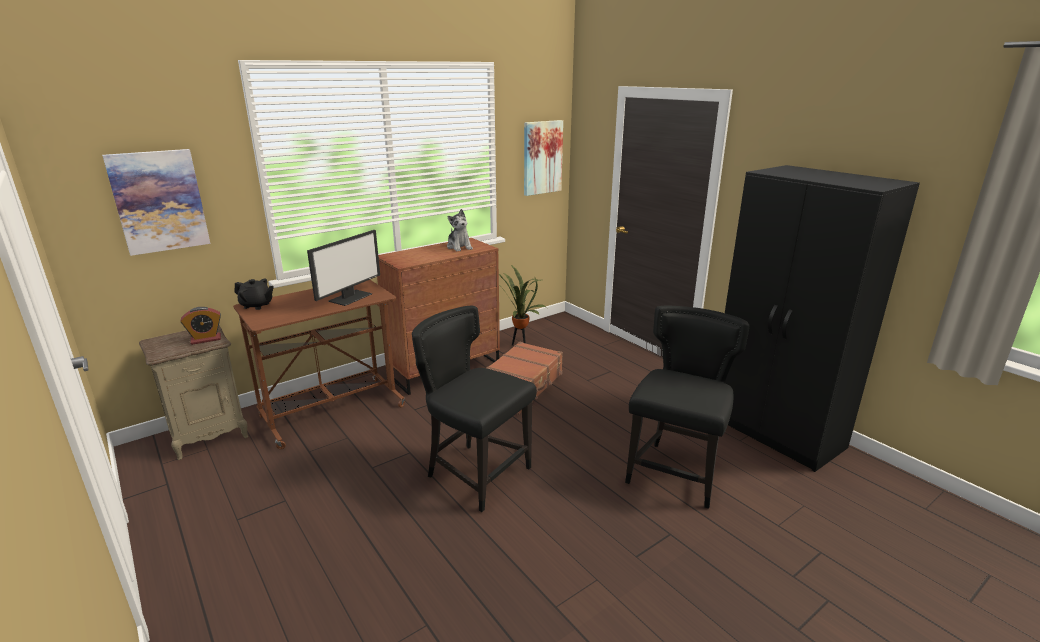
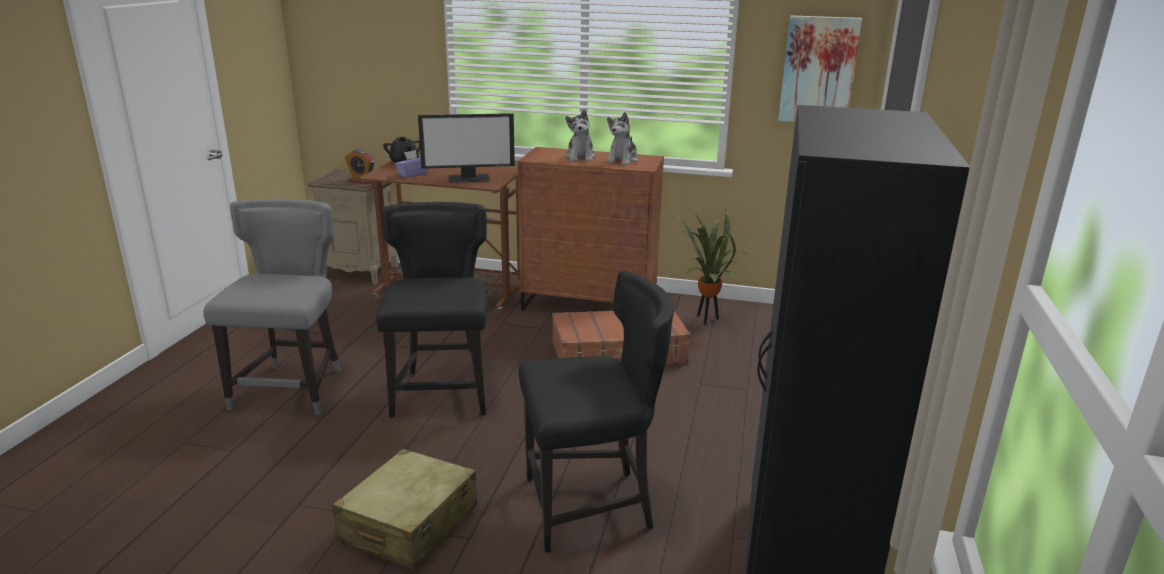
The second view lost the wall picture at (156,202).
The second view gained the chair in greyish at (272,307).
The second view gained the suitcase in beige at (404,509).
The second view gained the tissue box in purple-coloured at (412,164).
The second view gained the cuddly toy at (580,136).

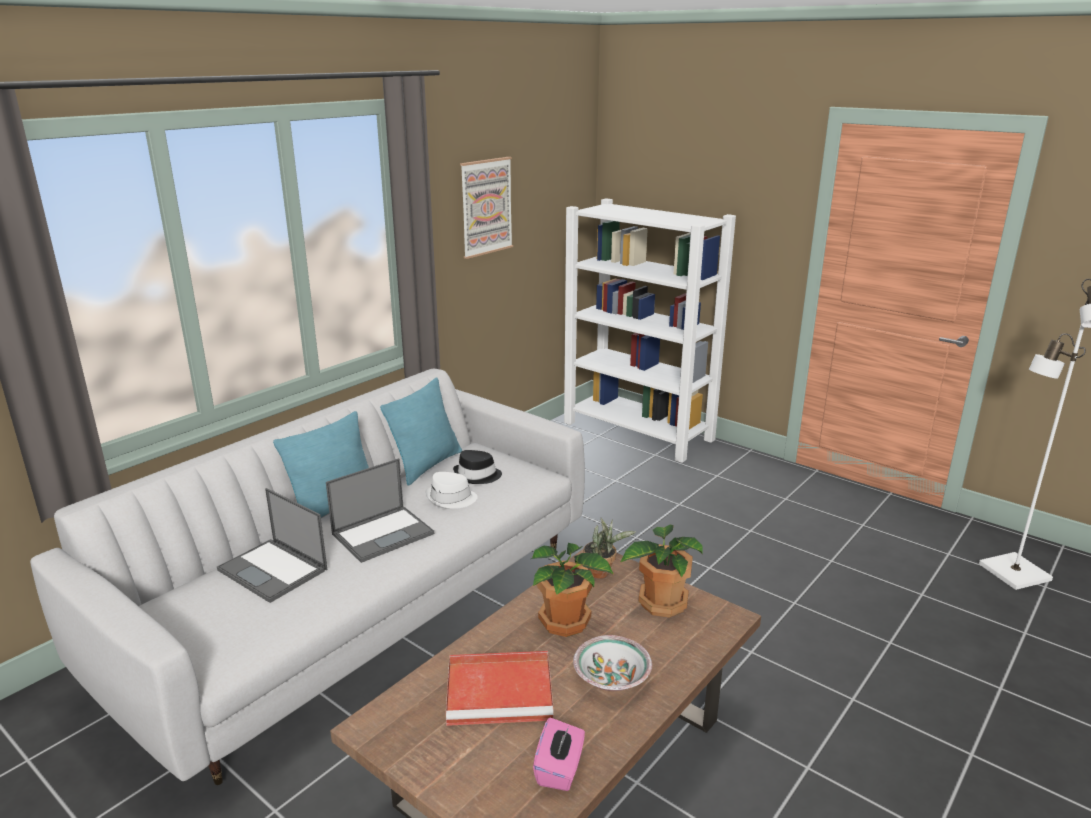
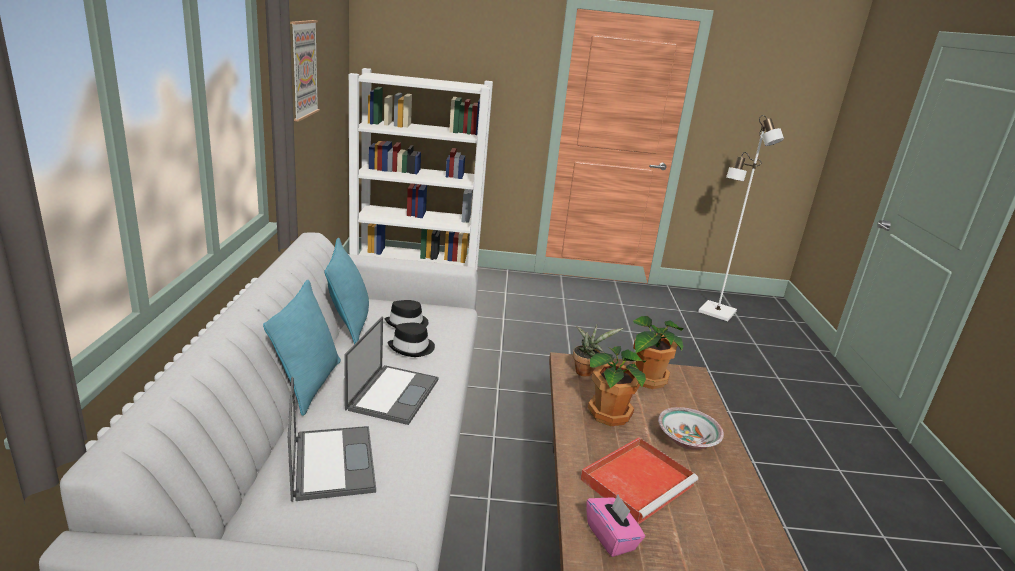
The laptop at (272,545) ended up facing another way, 105 degrees counterclockwise from before.
What was the wearable hat in white-coloured at (452,490) turned into the wearable hat in black-coloured at (411,340).
The tissue box in pink ended up elsewhere, having gone from (559,754) to (615,525).

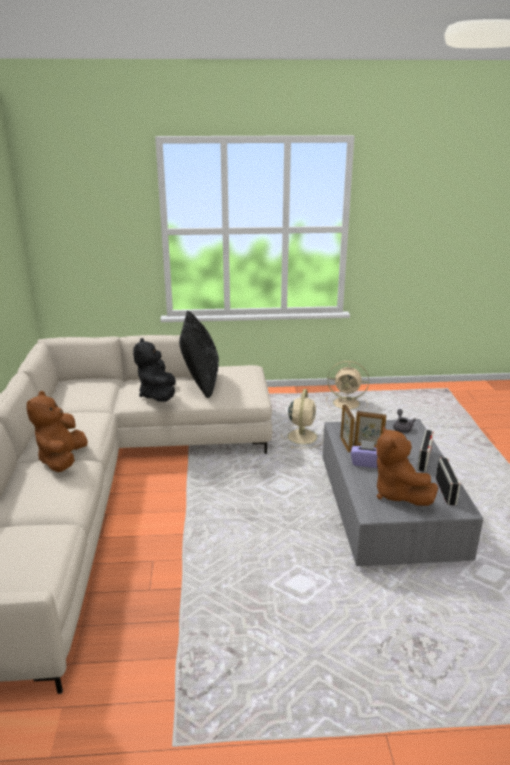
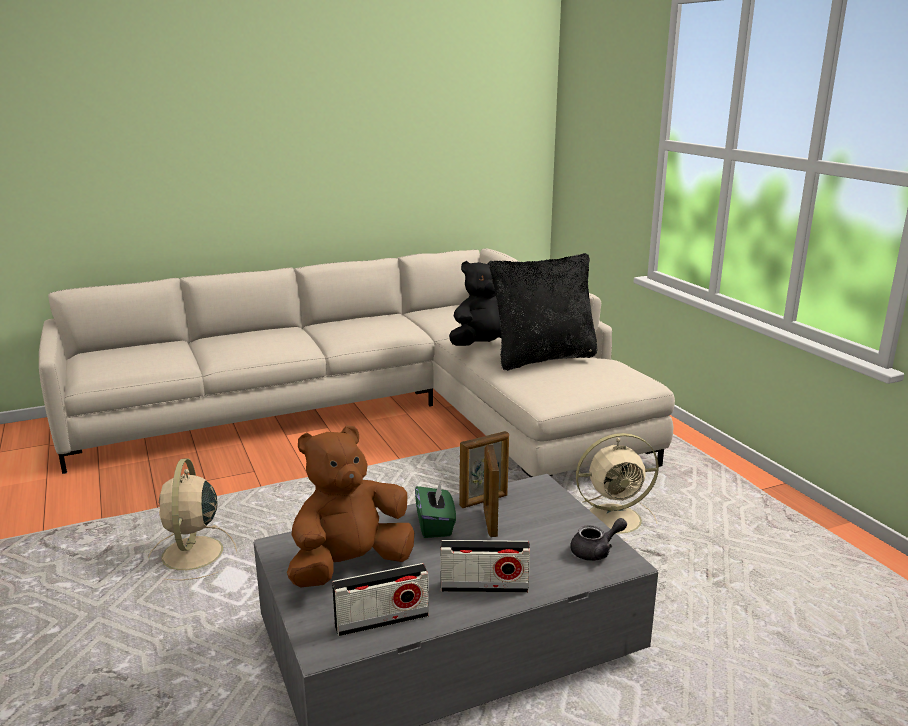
The second view lost the cuddly toy in brownish at (57,431).
The electric fan in beige ended up elsewhere, having gone from (347,386) to (192,519).
What was the tissue box in purple-coloured at (364,454) turned into the tissue box in green at (435,509).

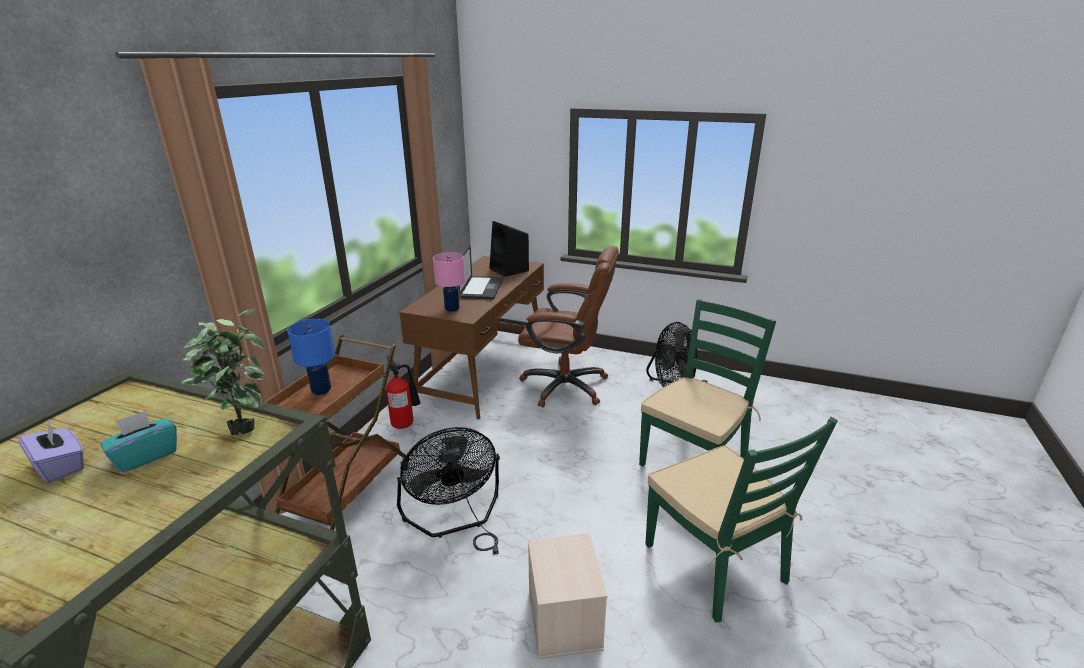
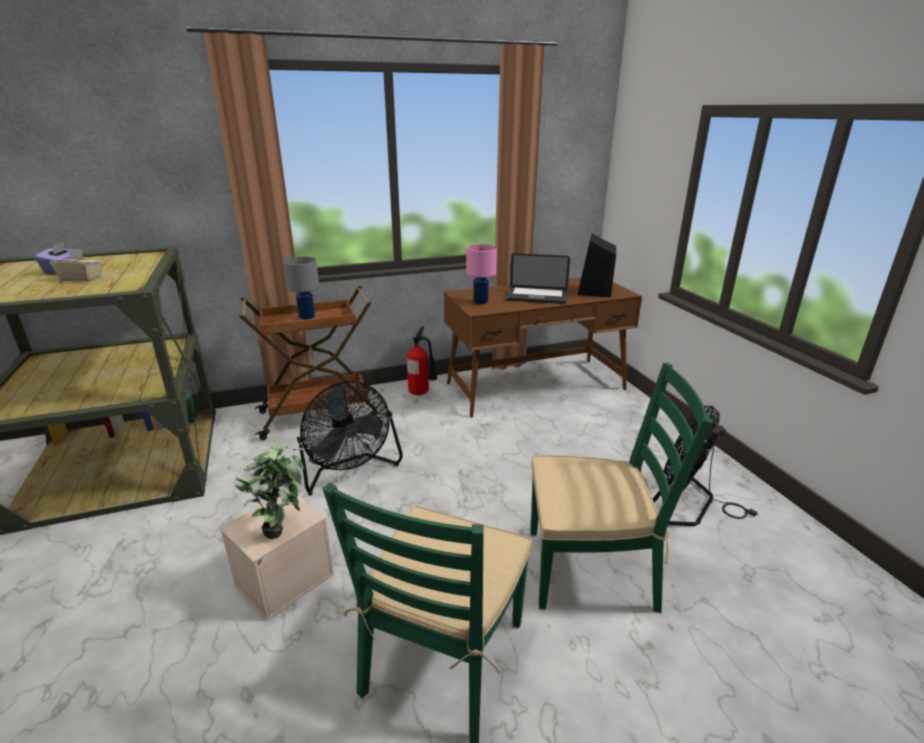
What was the tissue box in blue-green at (138,442) turned into the tissue box in beige at (76,265).
The potted plant ended up elsewhere, having gone from (223,371) to (269,490).
What was the table lamp in blue at (311,357) turned into the table lamp in greyish at (301,288).
The electric fan in black-coloured at (448,490) ended up facing another way, 120 degrees clockwise from before.
The laptop at (481,272) ended up facing another way, 45 degrees clockwise from before.
The second view lost the office chair in brownish at (568,327).

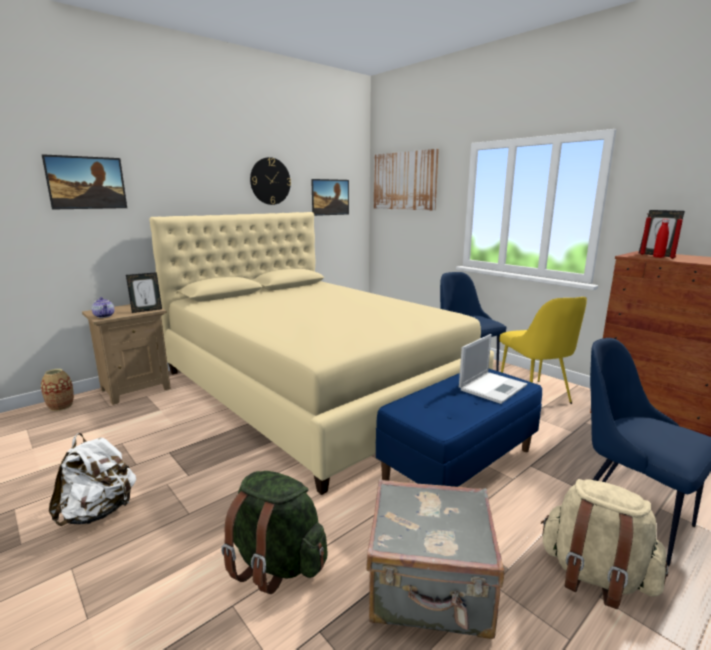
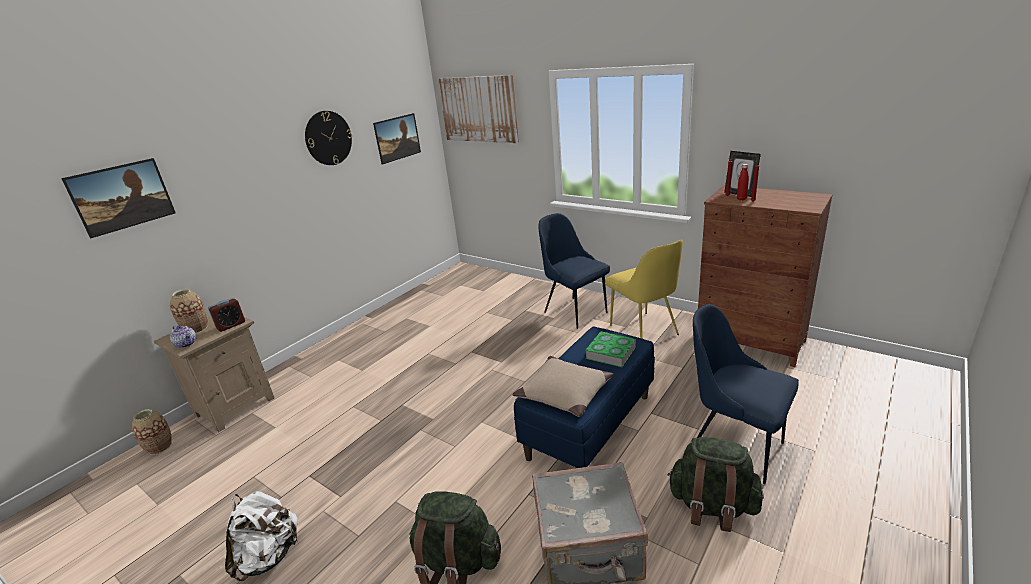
Where the standing frame stood at (144,292), the alarm clock came to stand at (226,315).
The second view lost the bedroom bed in beige at (321,353).
Where the laptop stood at (493,369), the volume came to stand at (611,349).
What was the knapsack in beige at (604,544) turned into the knapsack in green at (715,484).
The second view gained the flower vase at (189,311).
The second view gained the cushion in beige at (563,386).

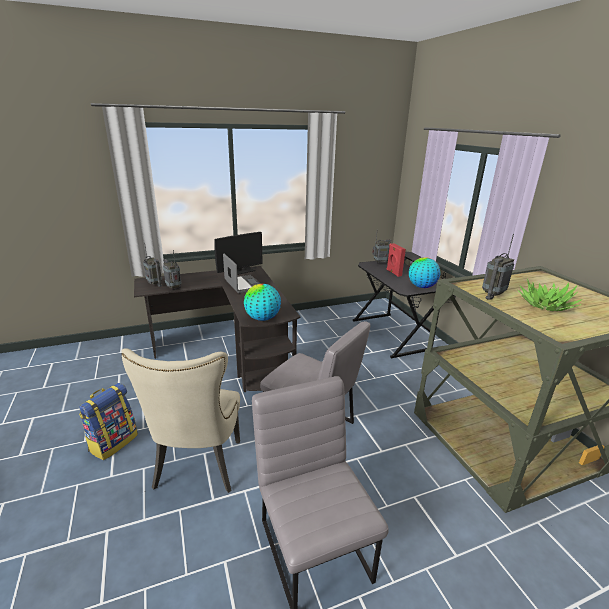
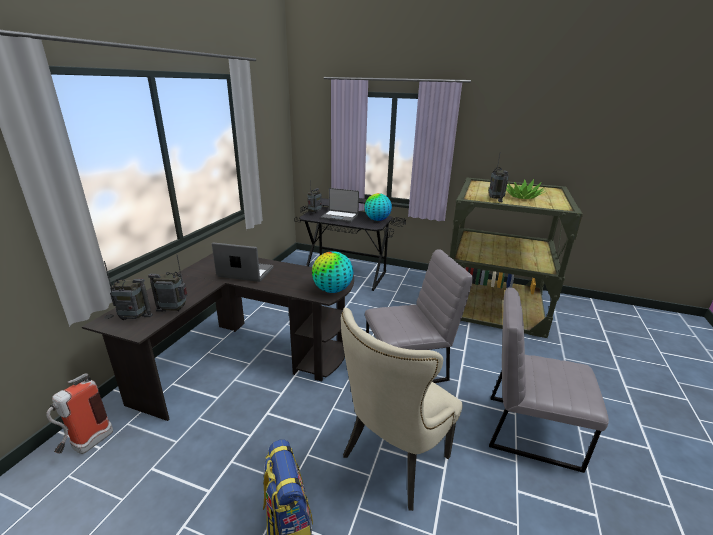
The chair in beige at (180,420) ended up facing another way, 90 degrees clockwise from before.
The second view lost the computer screen at (239,253).
Where the loudspeaker in reddish stood at (396,260), the laptop came to stand at (340,205).
The second view gained the extinguisher at (79,413).

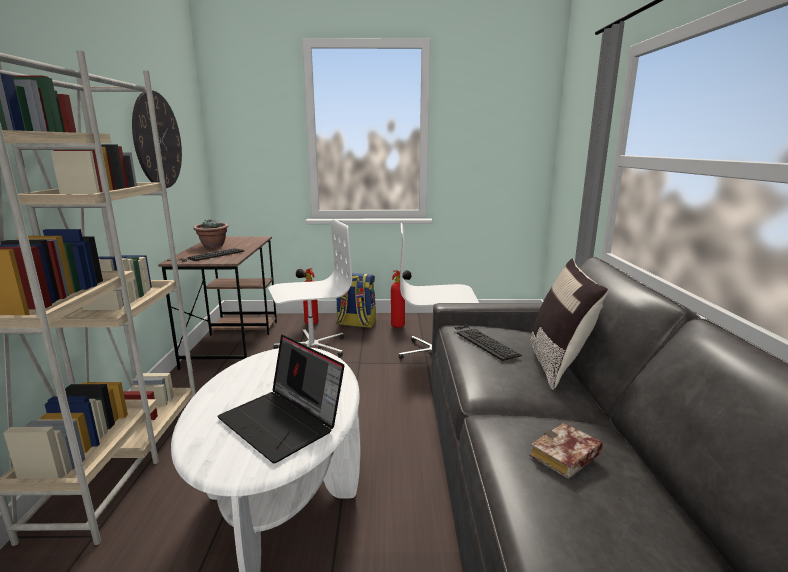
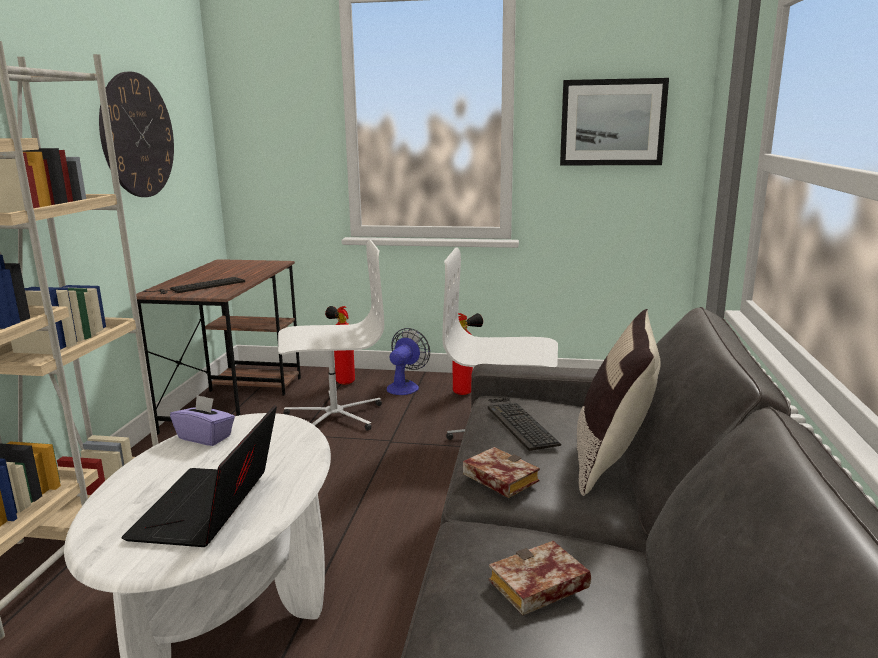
The second view lost the potted plant at (211,234).
The laptop at (280,399) ended up facing another way, 45 degrees clockwise from before.
Where the knapsack stood at (356,300), the electric fan came to stand at (408,361).
The second view gained the tissue box in purple-coloured at (202,420).
The second view gained the volume at (501,472).
The second view gained the wall picture at (614,121).

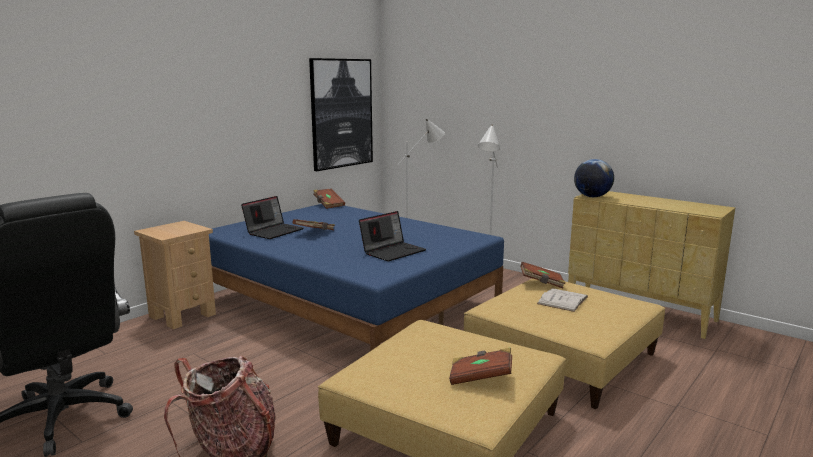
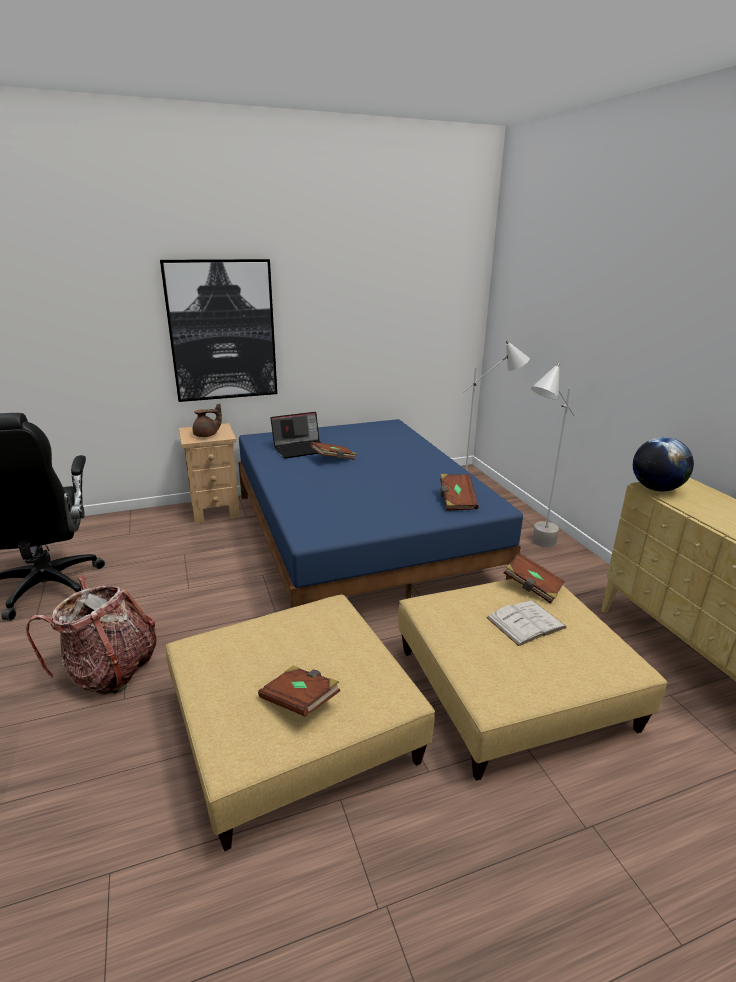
The wall picture ended up elsewhere, having gone from (341,114) to (218,330).
The volume in brownish ended up elsewhere, having gone from (329,198) to (459,492).
The second view lost the laptop at (392,236).
The second view gained the tea pot in brownish at (207,420).

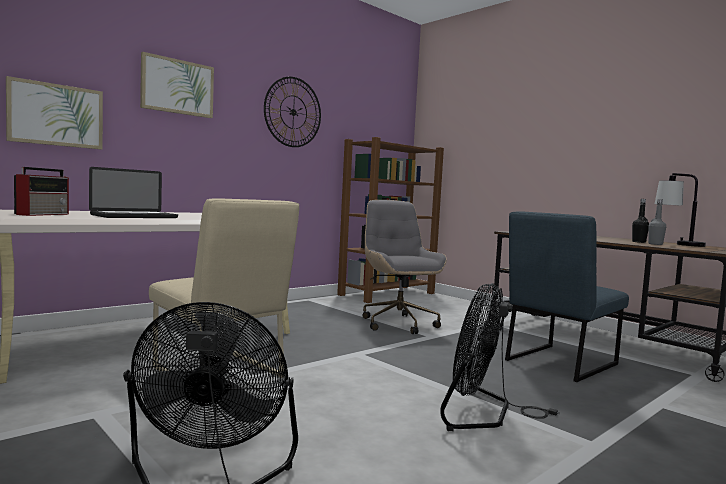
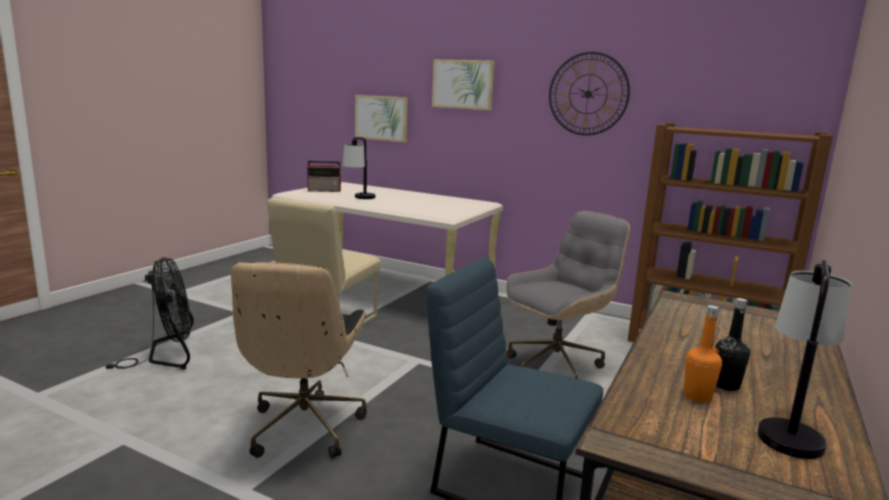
Where the laptop stood at (133,192), the table lamp came to stand at (359,168).
Where the electric fan in black-coloured stood at (500,357), the office chair in black-coloured came to stand at (299,360).
What was the beverage bottle in greyish at (657,222) turned into the beverage bottle in orange at (703,353).

